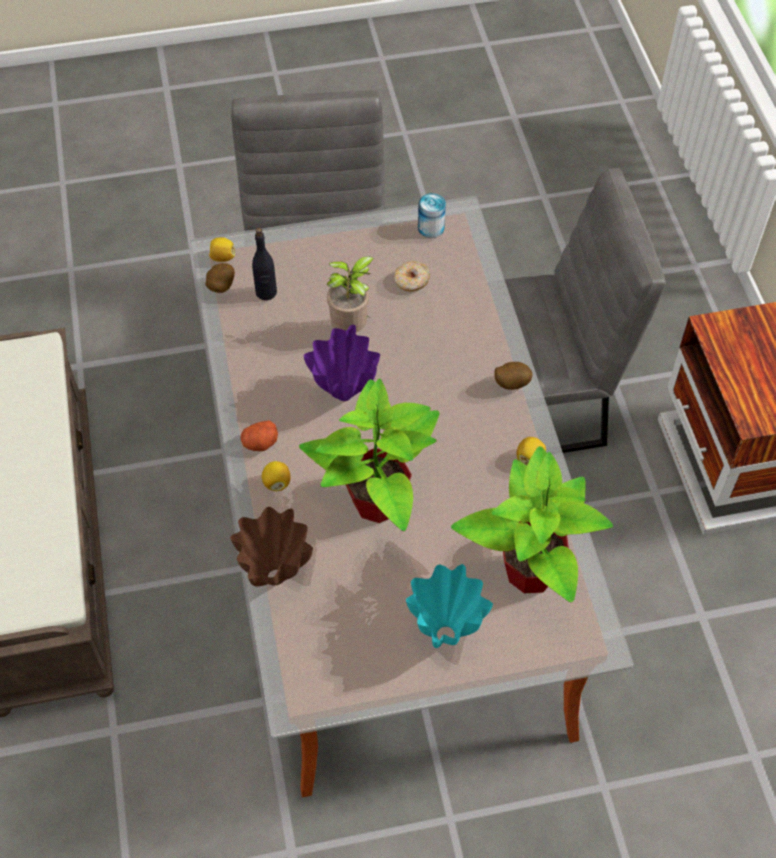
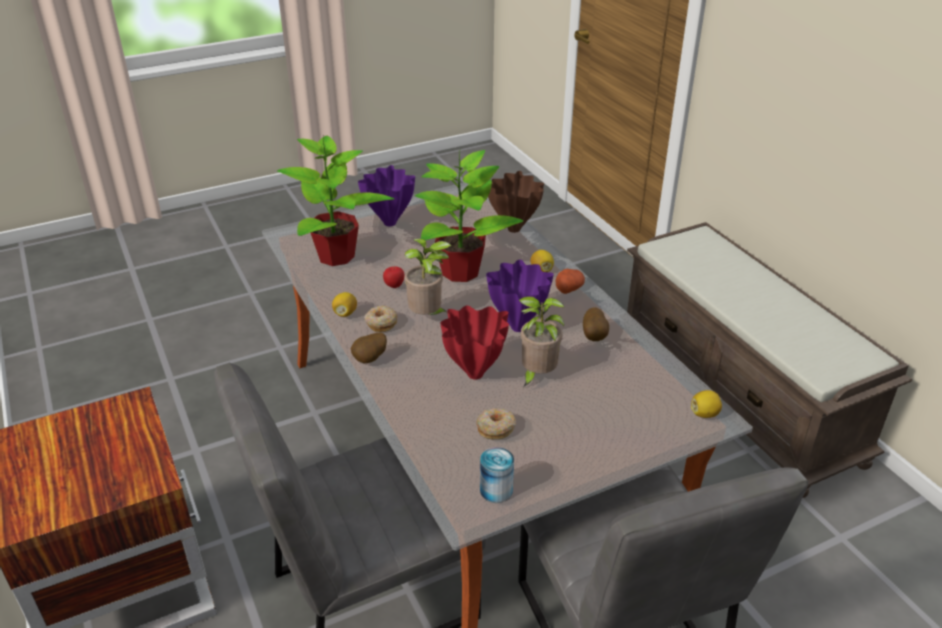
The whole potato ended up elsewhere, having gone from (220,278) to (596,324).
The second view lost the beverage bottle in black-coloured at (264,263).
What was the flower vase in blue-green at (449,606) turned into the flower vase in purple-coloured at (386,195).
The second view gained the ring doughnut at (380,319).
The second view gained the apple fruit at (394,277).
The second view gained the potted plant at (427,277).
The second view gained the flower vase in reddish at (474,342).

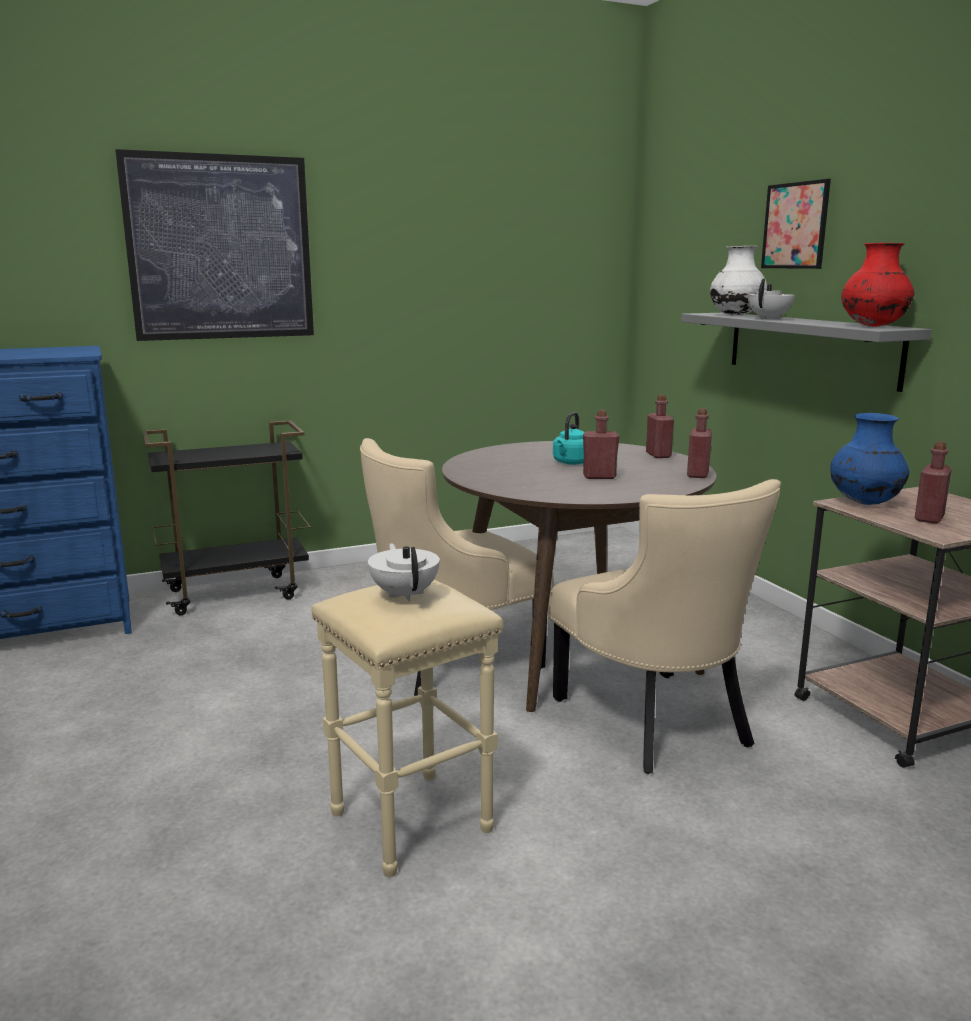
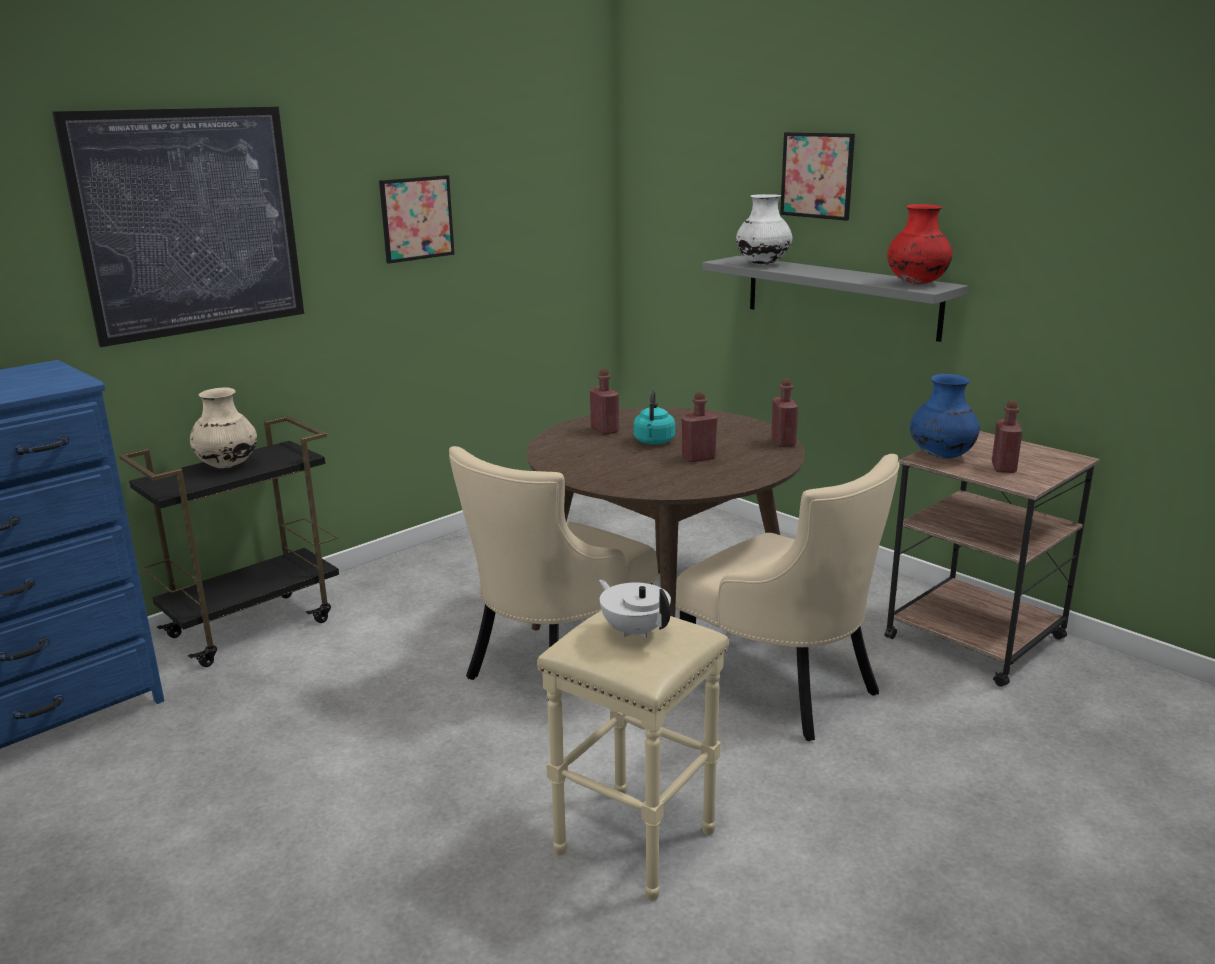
The beverage bottle in reddish ended up elsewhere, having gone from (660,426) to (604,402).
The second view lost the tea pot in white-coloured at (771,299).
The second view gained the flower vase in beige at (223,427).
The second view gained the wall picture at (416,219).

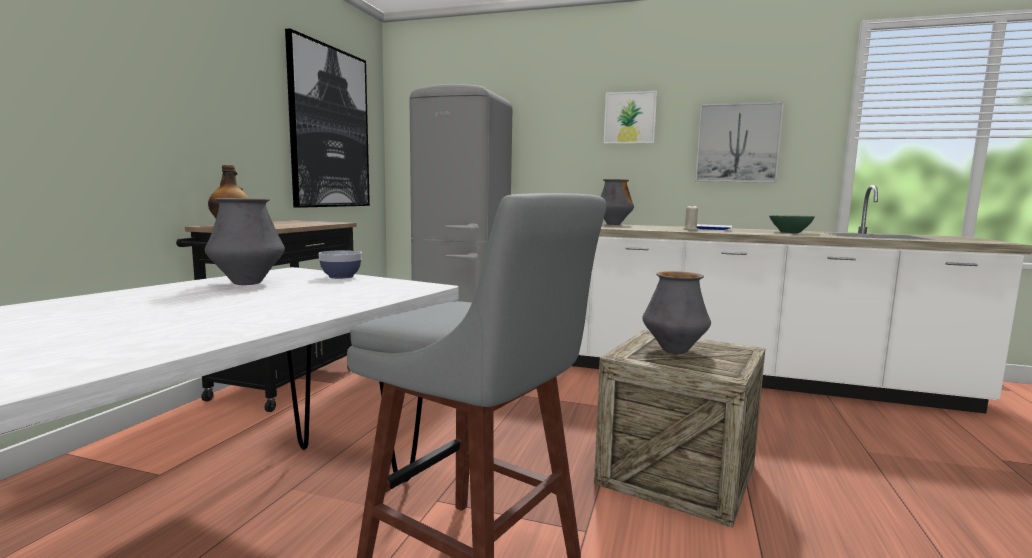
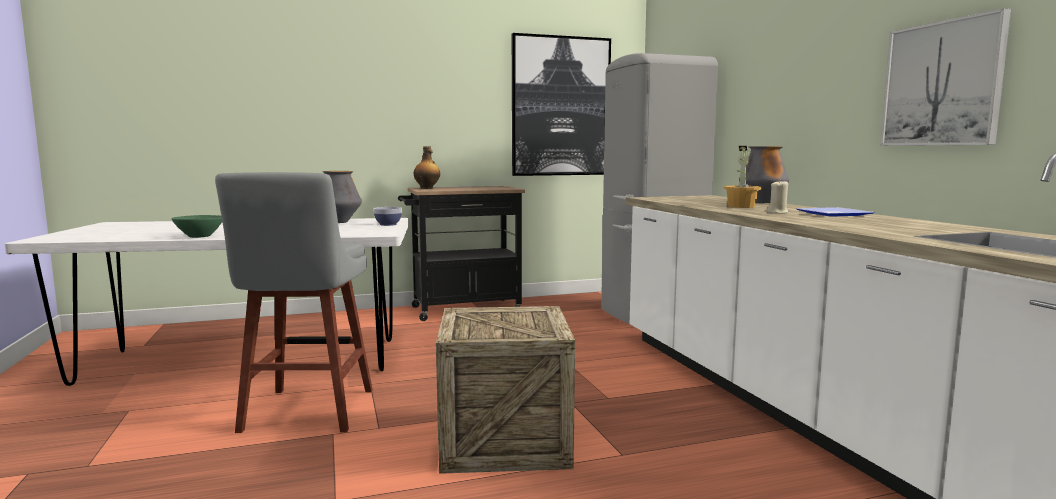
The second view lost the wall picture at (630,117).
The second view lost the flower vase at (676,312).
The serving bowl in green ended up elsewhere, having gone from (792,224) to (197,226).
The second view gained the potted plant at (743,177).

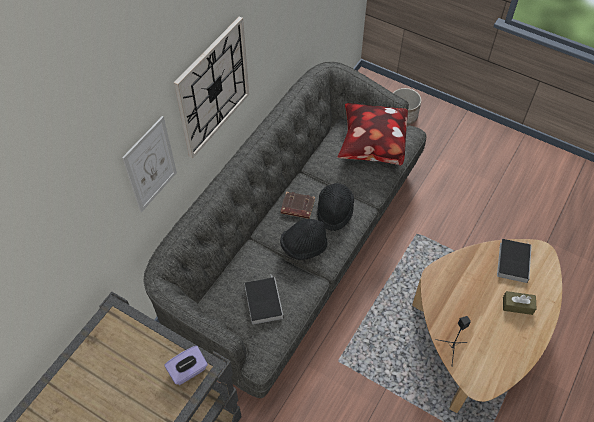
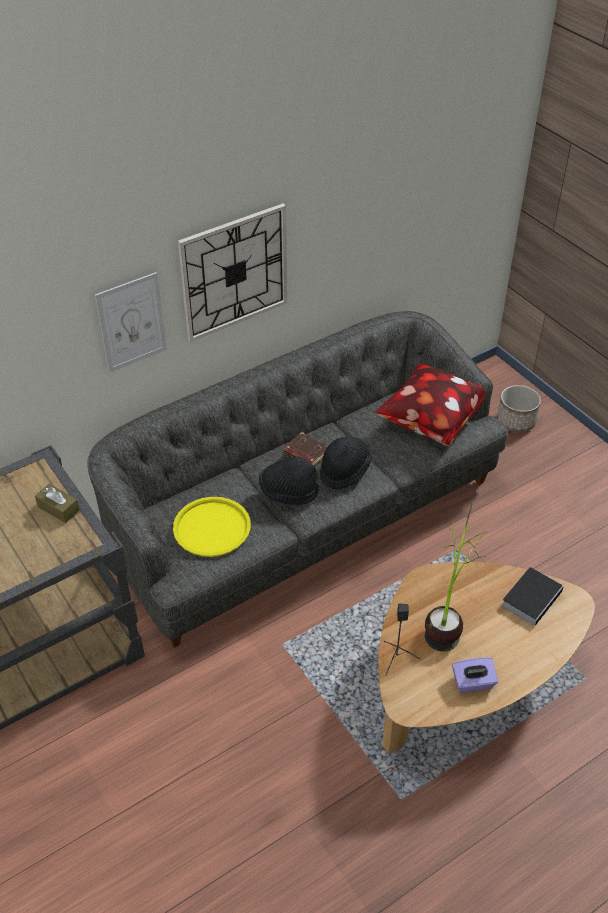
The tissue box in purple-coloured ended up elsewhere, having gone from (186,365) to (475,675).
Where the volume stood at (264,299), the tray in yellowish came to stand at (212,527).
The tissue box in brownish ended up elsewhere, having gone from (519,303) to (57,503).
The second view gained the potted plant at (456,578).

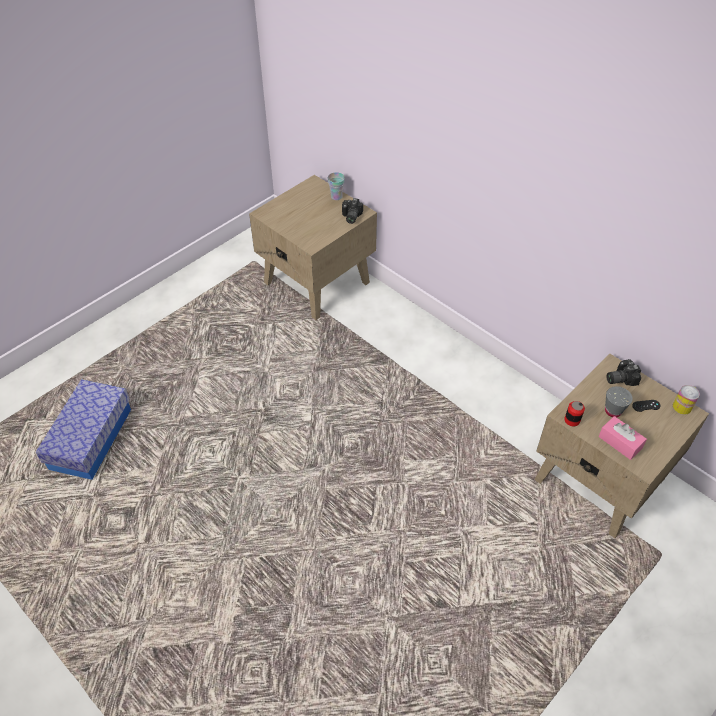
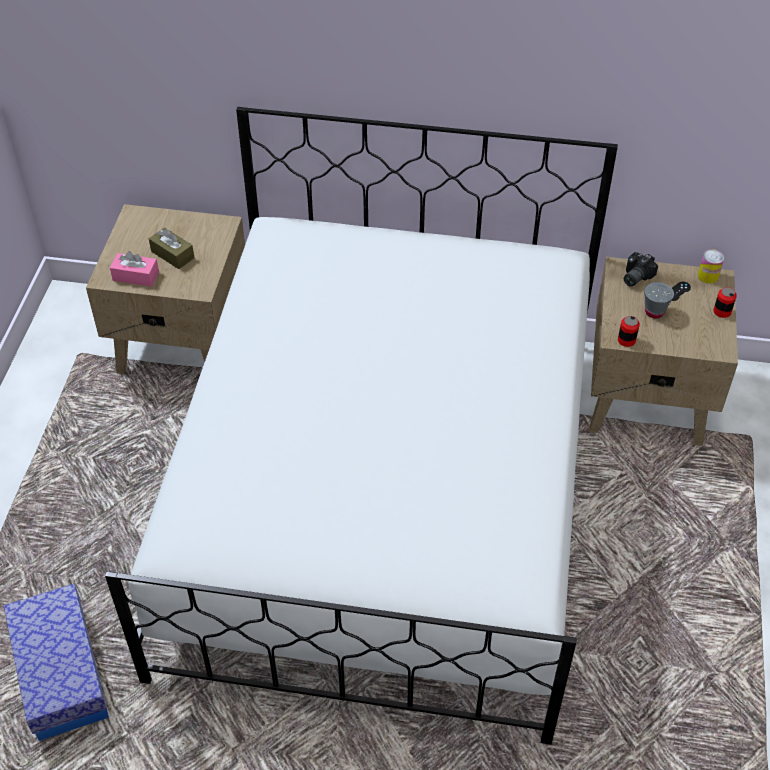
The second view lost the cup at (336,186).
The second view lost the still camera at (352,211).
The tissue box in pink ended up elsewhere, having gone from (623,438) to (134,269).
The second view gained the bedroom bed in white-coloured at (361,426).
The second view gained the tissue box in brownish at (172,248).
The second view gained the metal can at (725,302).

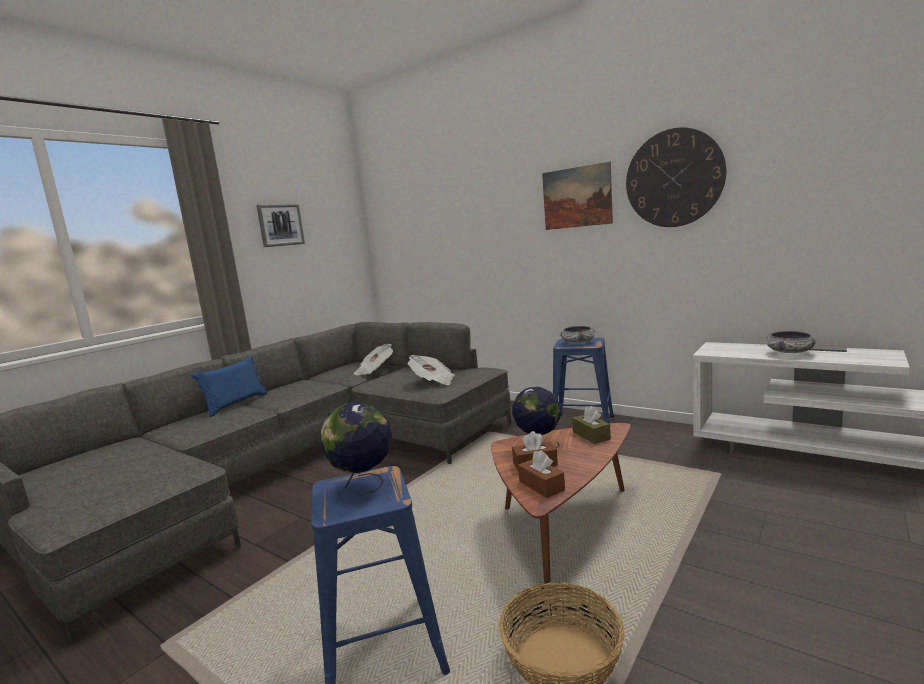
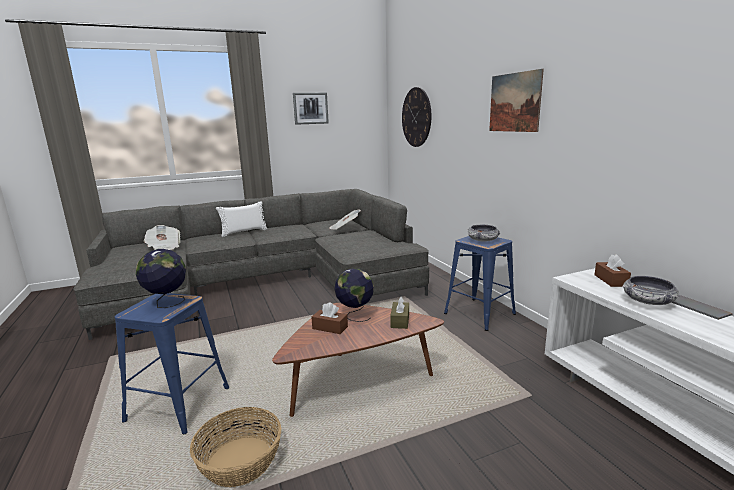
What was the cushion in blue at (229,386) turned into the cushion in white-coloured at (241,219).
The printed paper ended up elsewhere, having gone from (431,370) to (162,237).
The tissue box in brownish ended up elsewhere, having gone from (541,474) to (612,270).
The hanging clock ended up elsewhere, having gone from (676,177) to (417,117).

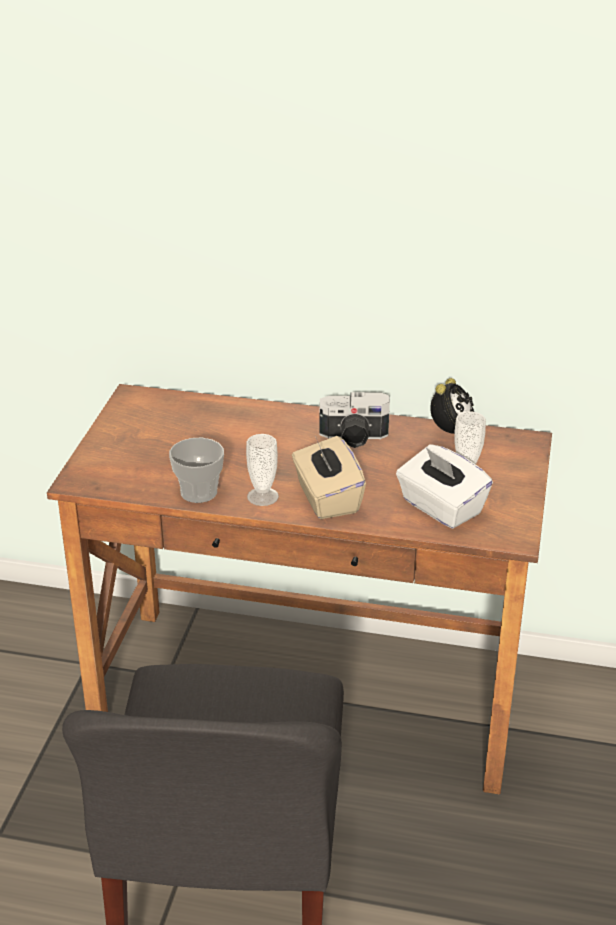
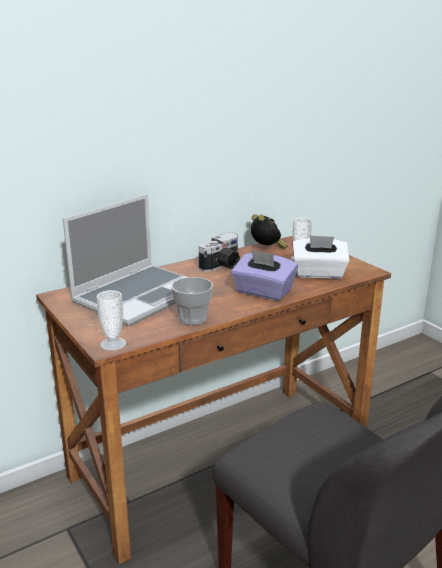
The cup ended up elsewhere, having gone from (262,470) to (111,320).
What was the tissue box in beige at (329,477) turned into the tissue box in purple-coloured at (264,275).
The second view gained the laptop at (124,260).

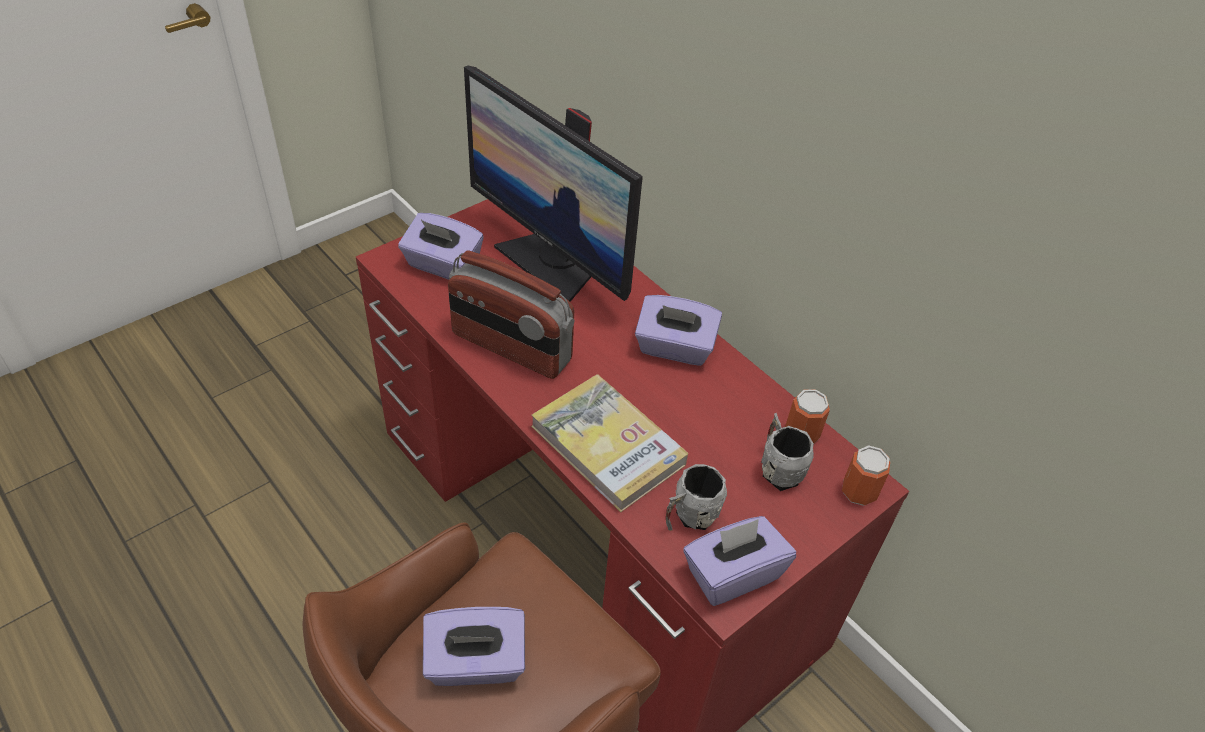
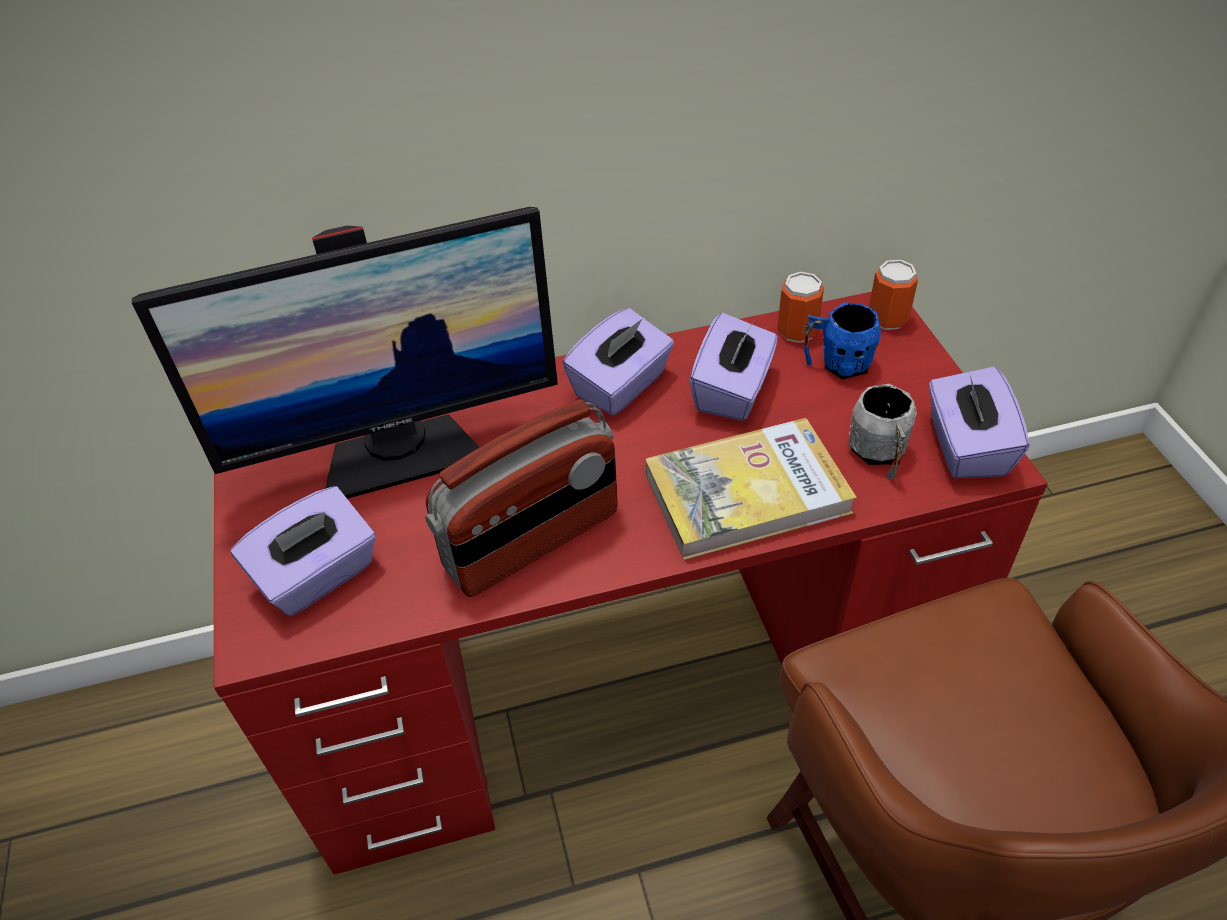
The tissue box in purple-coloured ended up elsewhere, having gone from (474,646) to (734,367).
What was the mug in greyish at (787,452) turned into the mug in blue at (842,340).

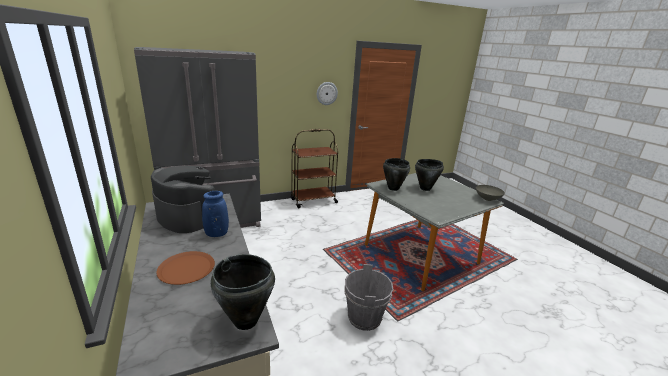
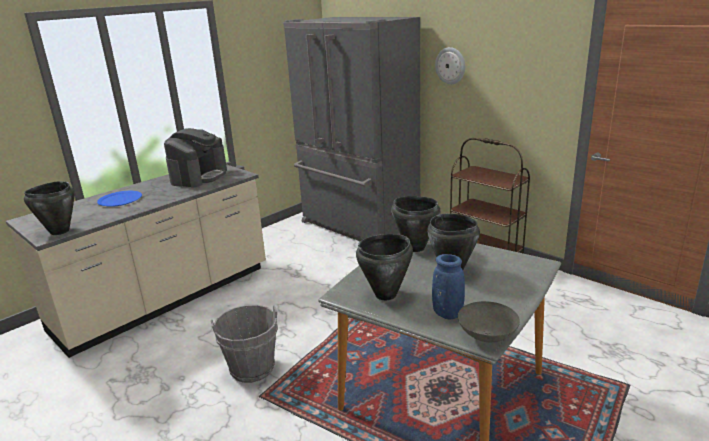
What was the flat dish in brownish at (185,268) turned into the flat dish in blue at (119,199).
The flower vase in blue ended up elsewhere, having gone from (215,214) to (448,286).
The hanging clock ended up elsewhere, having gone from (327,93) to (450,65).
The second view gained the saucepot in black-coloured at (384,267).

